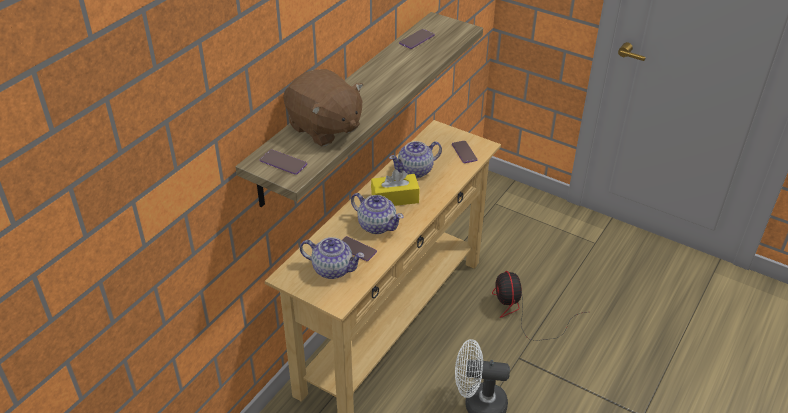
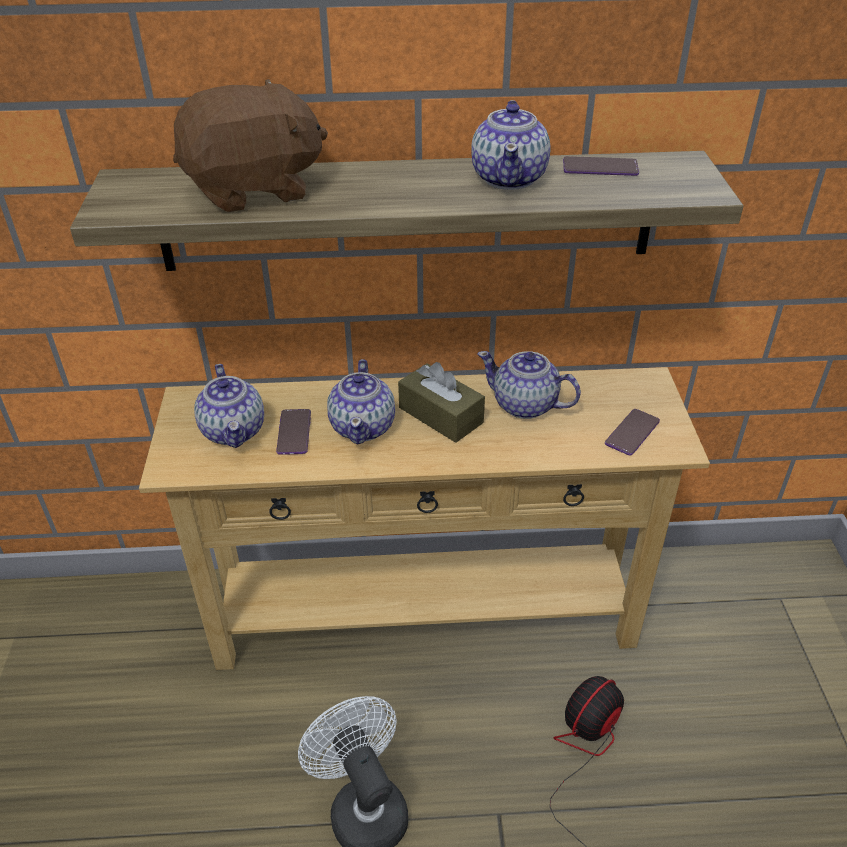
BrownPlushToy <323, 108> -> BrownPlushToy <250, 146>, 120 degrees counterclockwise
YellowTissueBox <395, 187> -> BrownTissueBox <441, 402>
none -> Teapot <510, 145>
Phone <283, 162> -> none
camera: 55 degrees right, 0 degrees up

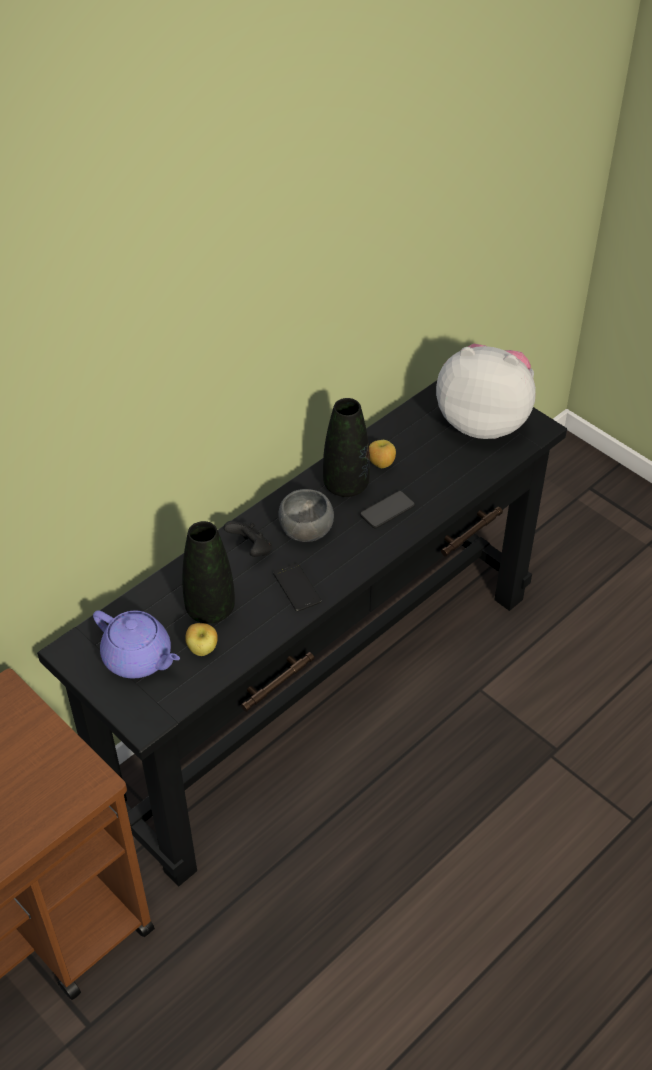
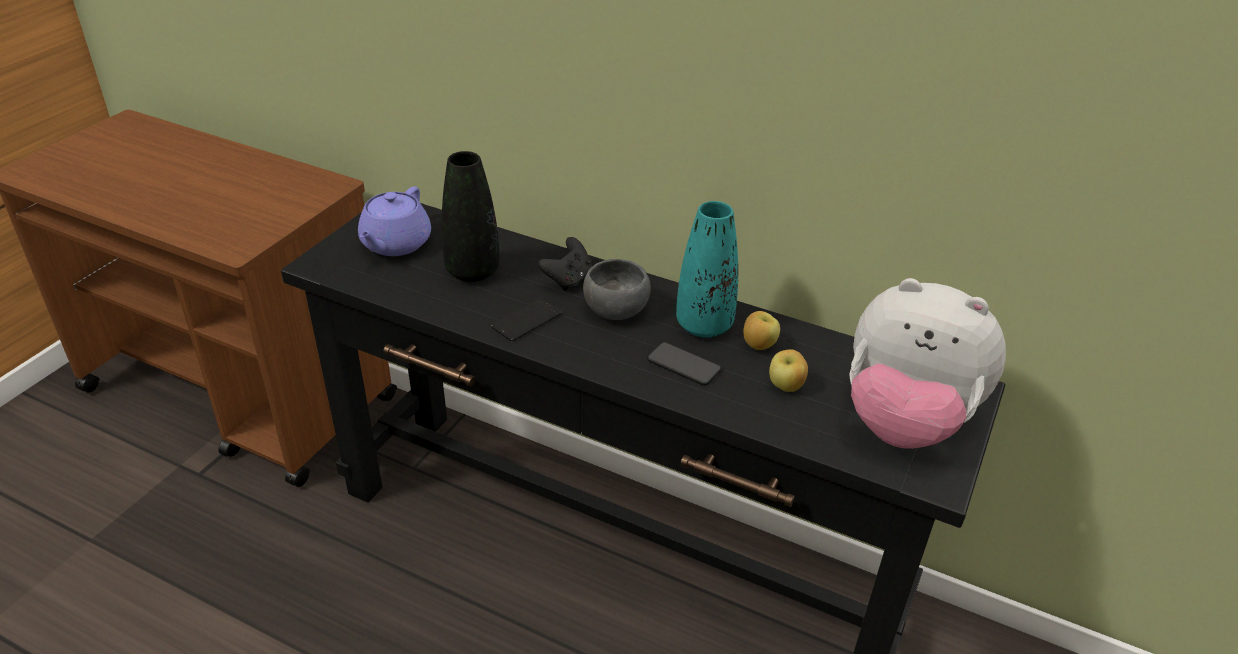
BlackVase <346, 447> -> TurquoiseVase <707, 269>
Apple <201, 639> -> Apple <788, 370>, moved
PlushToy <486, 391> -> PlushToy <927, 363>, 120 degrees clockwise
camera: 70 degrees right, 10 degrees down

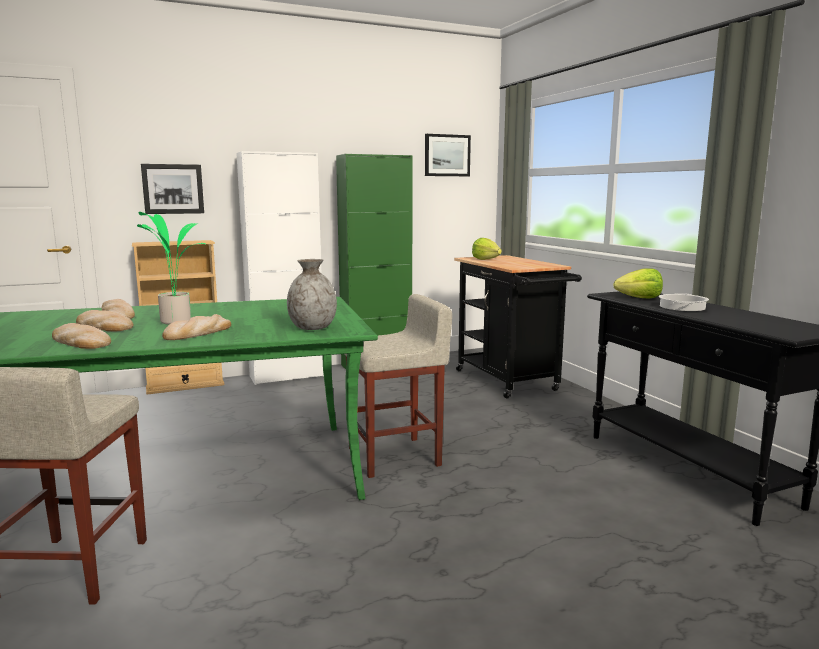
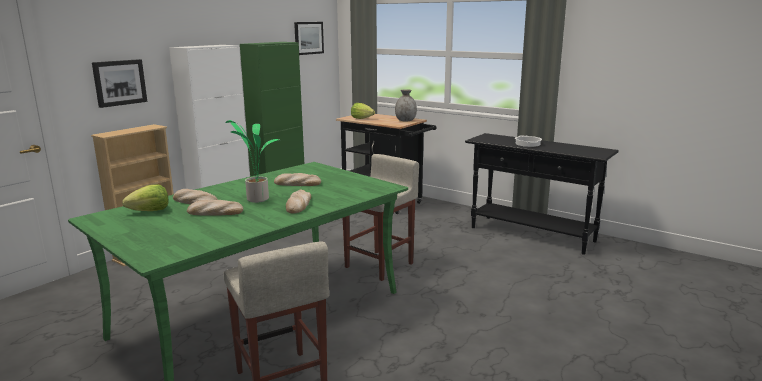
Lettuce <638, 283> -> Lettuce <145, 197>, moved
Bread <81, 336> -> Bread <297, 179>, moved
GreyVase <312, 294> -> GreyVase <406, 105>, moved
camera: 30 degrees left, 5 degrees up

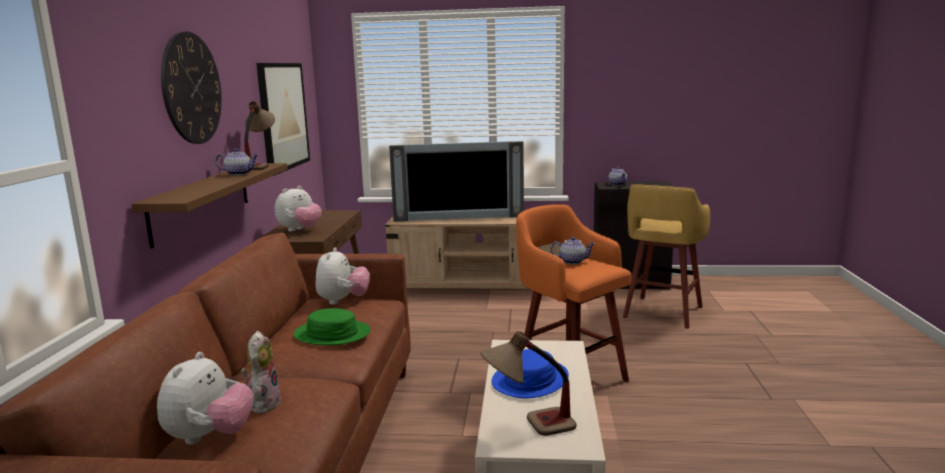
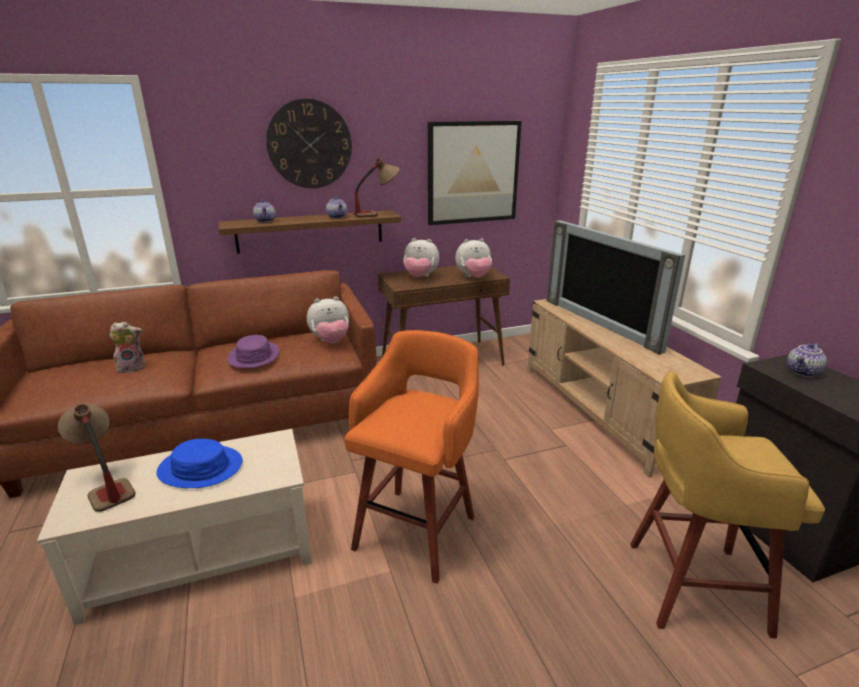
GreenHat <331, 326> -> PurpleHat <253, 351>
Teapot <573, 250> -> Teapot <264, 210>, moved
PlushToy <205, 398> -> PlushToy <473, 258>, moved
camera: 65 degrees right, 10 degrees up

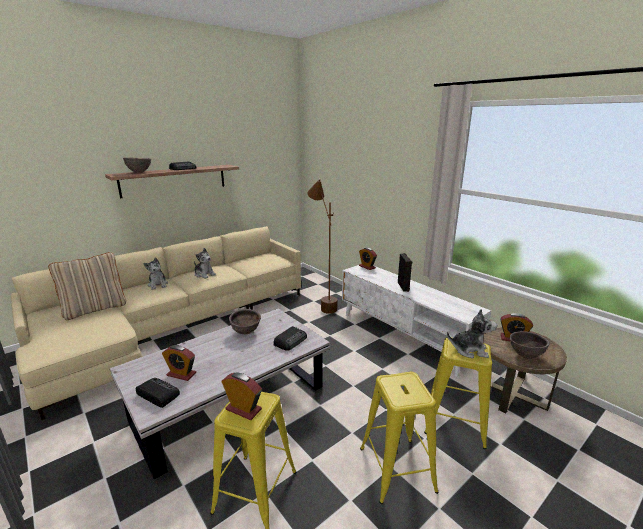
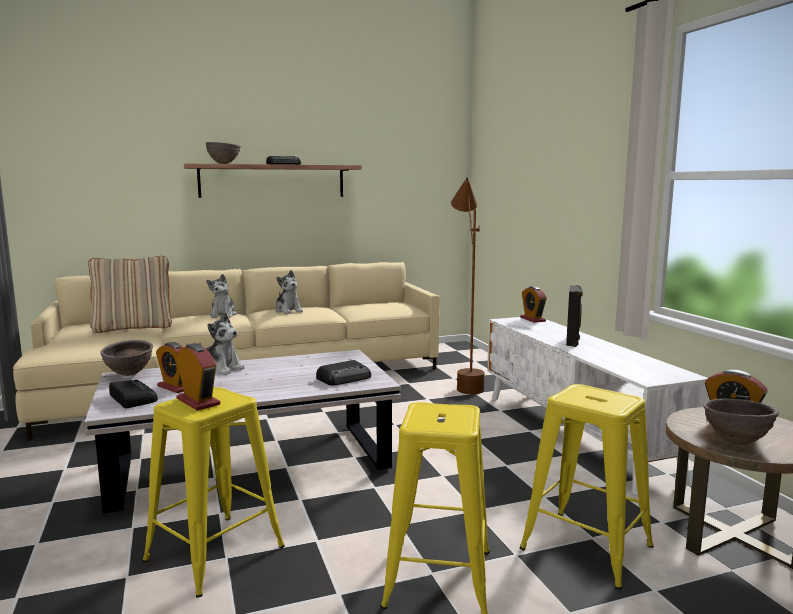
BrownBowl <245, 321> -> BrownBowl <126, 358>, moved
PlushToy <472, 334> -> PlushToy <222, 343>, moved
camera: 20 degrees right, 10 degrees down

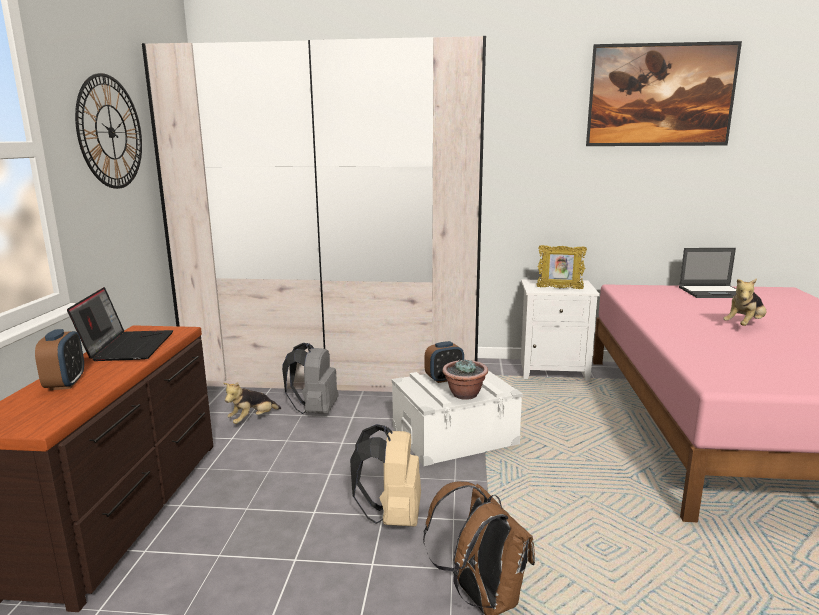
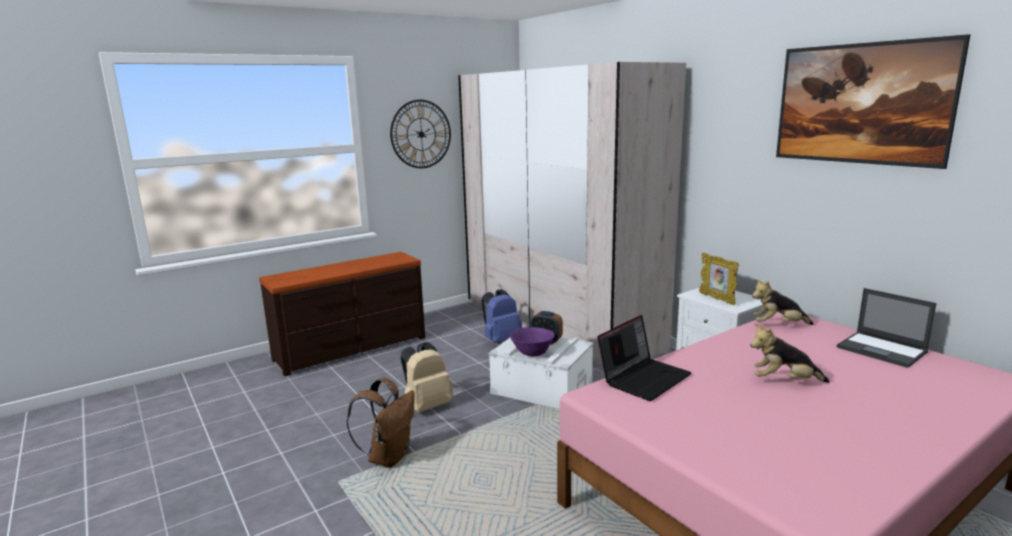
GreyBackpack <310, 378> -> BlueBackpack <502, 316>
PottedPlant <465, 379> -> PurpleBowl <532, 341>
Laptop <120, 324> -> Laptop <644, 358>, moved
PlushToy <252, 403> -> PlushToy <783, 302>, moved
AlarmClock <59, 359> -> none
camera: 50 degrees right, 0 degrees up

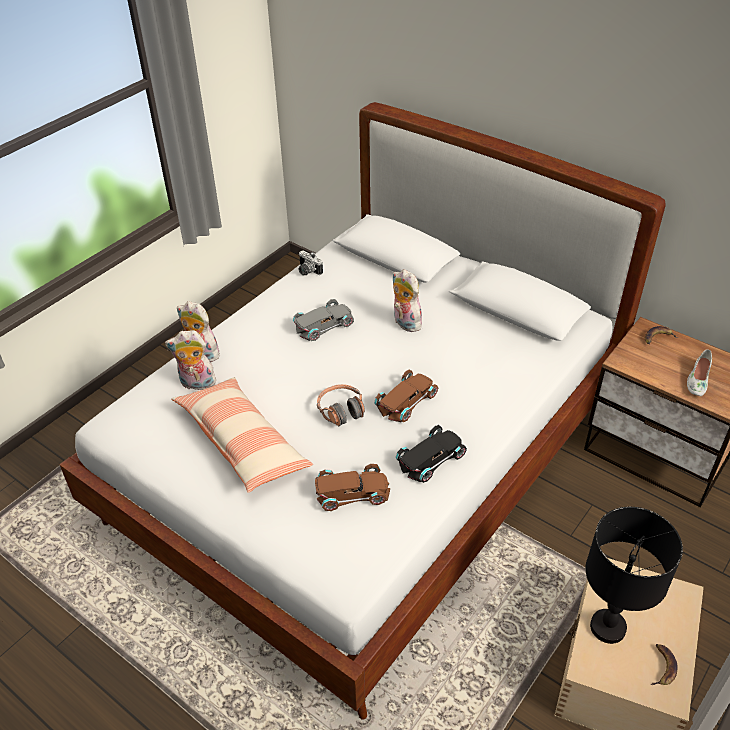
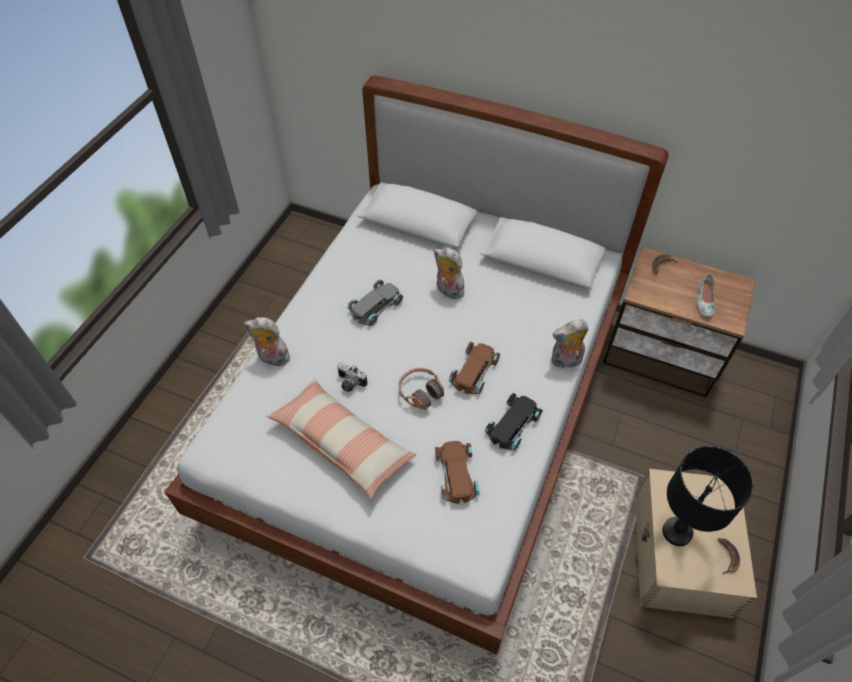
PhotoCamera <310, 262> -> PhotoCamera <352, 377>, moved
BrownToyCar <352, 487> -> BrownToyCar <457, 472>, 75 degrees counterclockwise
PlushToy <190, 360> -> PlushToy <570, 343>, moved
camera: 15 degrees left, 10 degrees up

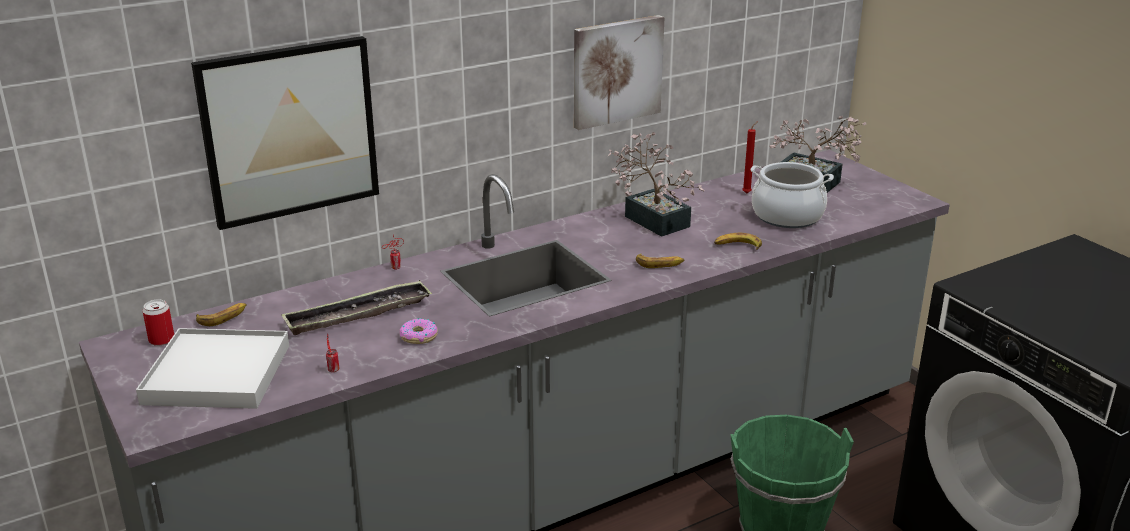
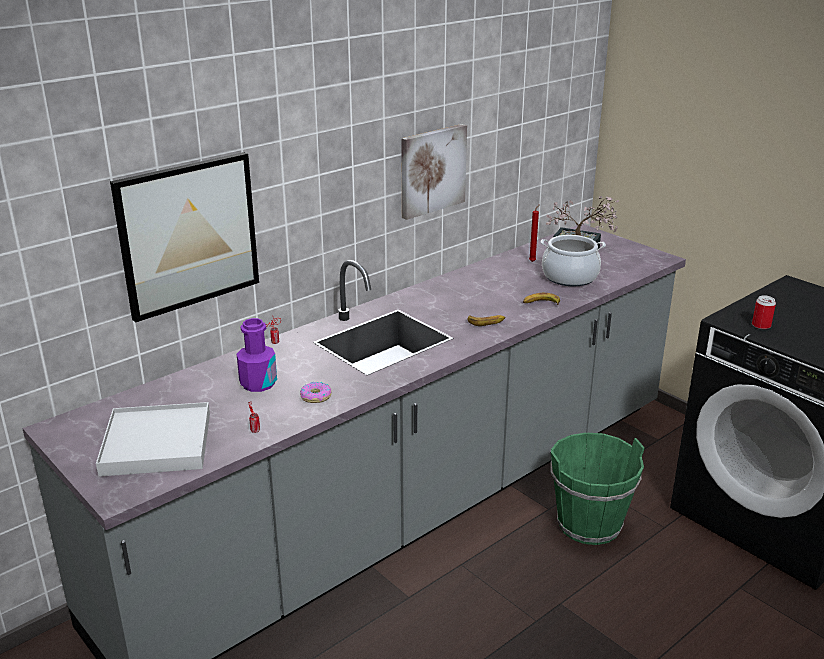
Tray <357, 307> -> PurpleBottle <257, 355>
Can <158, 322> -> Can <764, 312>, moved
Banana <221, 314> -> none
PottedPlant <656, 184> -> none
camera: 10 degrees left, 0 degrees up

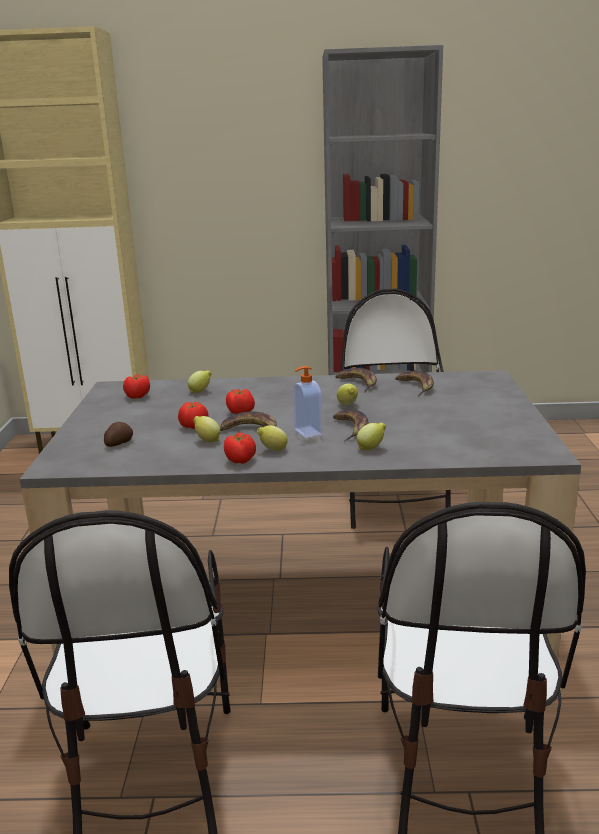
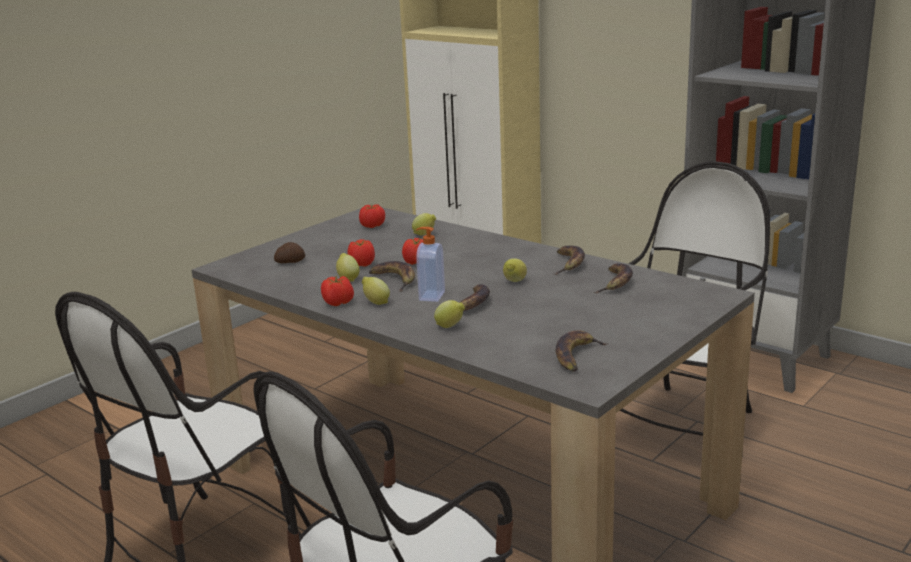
none -> Banana <581, 351>
camera: 40 degrees right, 0 degrees up

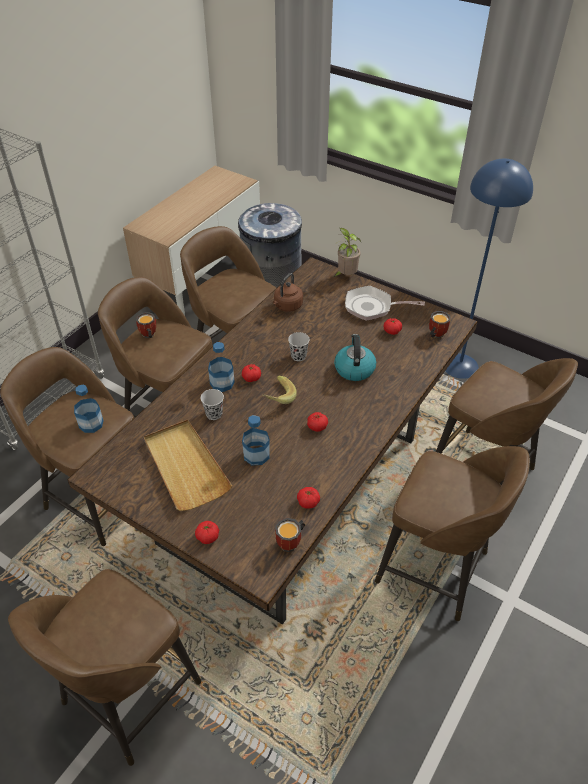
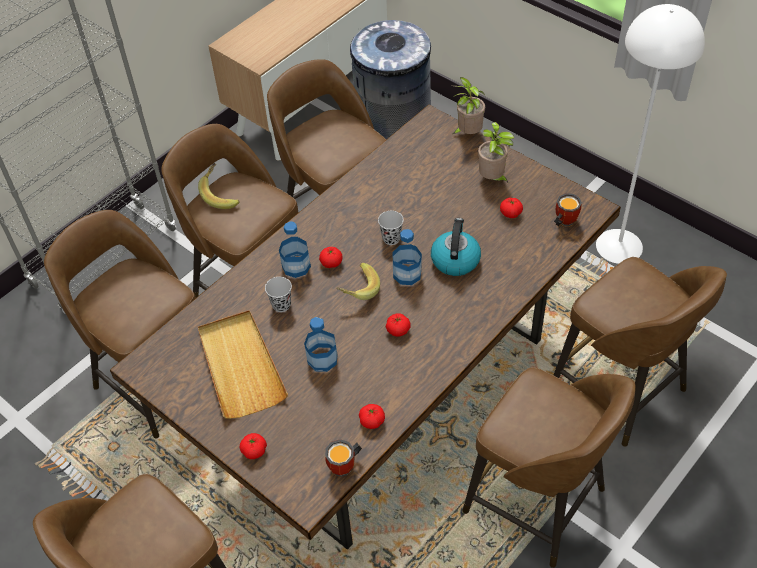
Mug <146, 325> -> Banana <219, 186>
Bottle <89, 409> -> Bottle <407, 257>, moved
FryingPan <385, 303> -> PottedPlant <496, 152>
BlueFloorLamp <489, 269> -> WhiteFloorLamp <650, 134>
BrownKettle <288, 292> -> none
camera: 10 degrees right, 5 degrees up

